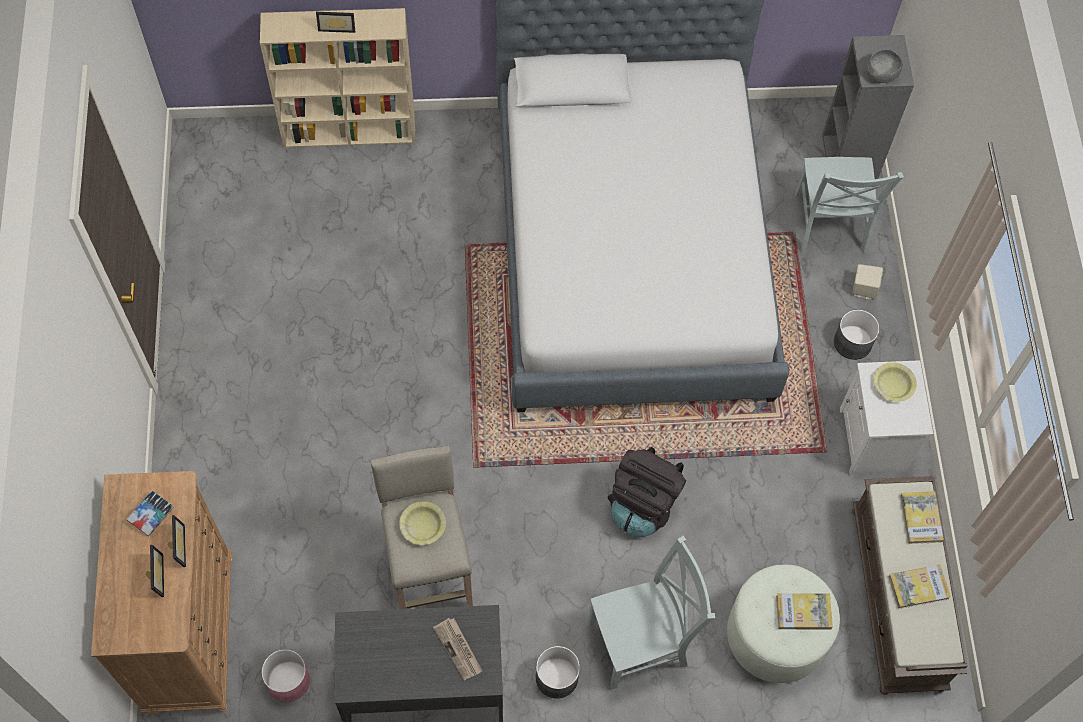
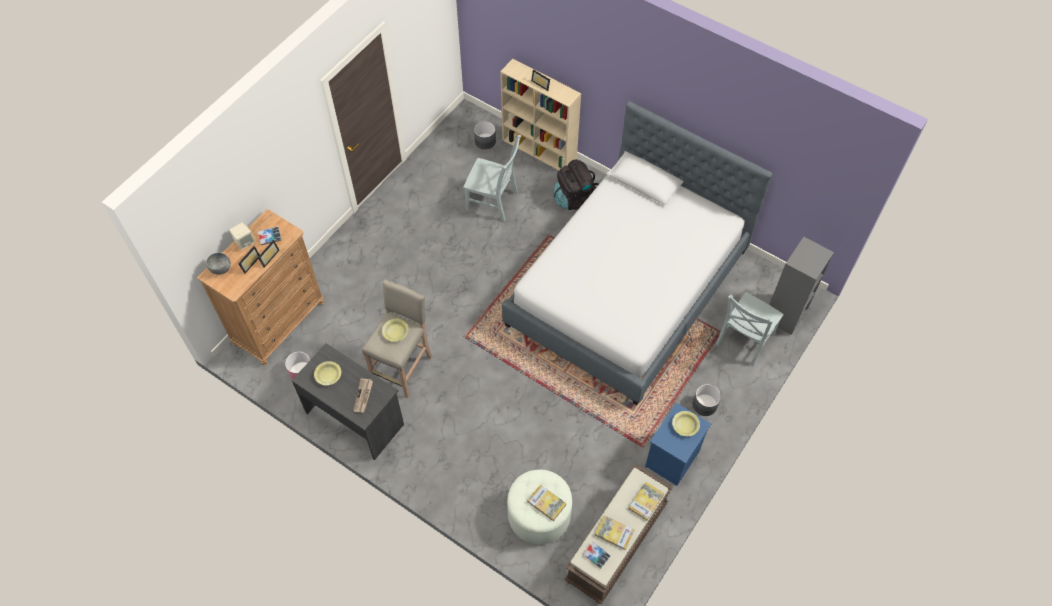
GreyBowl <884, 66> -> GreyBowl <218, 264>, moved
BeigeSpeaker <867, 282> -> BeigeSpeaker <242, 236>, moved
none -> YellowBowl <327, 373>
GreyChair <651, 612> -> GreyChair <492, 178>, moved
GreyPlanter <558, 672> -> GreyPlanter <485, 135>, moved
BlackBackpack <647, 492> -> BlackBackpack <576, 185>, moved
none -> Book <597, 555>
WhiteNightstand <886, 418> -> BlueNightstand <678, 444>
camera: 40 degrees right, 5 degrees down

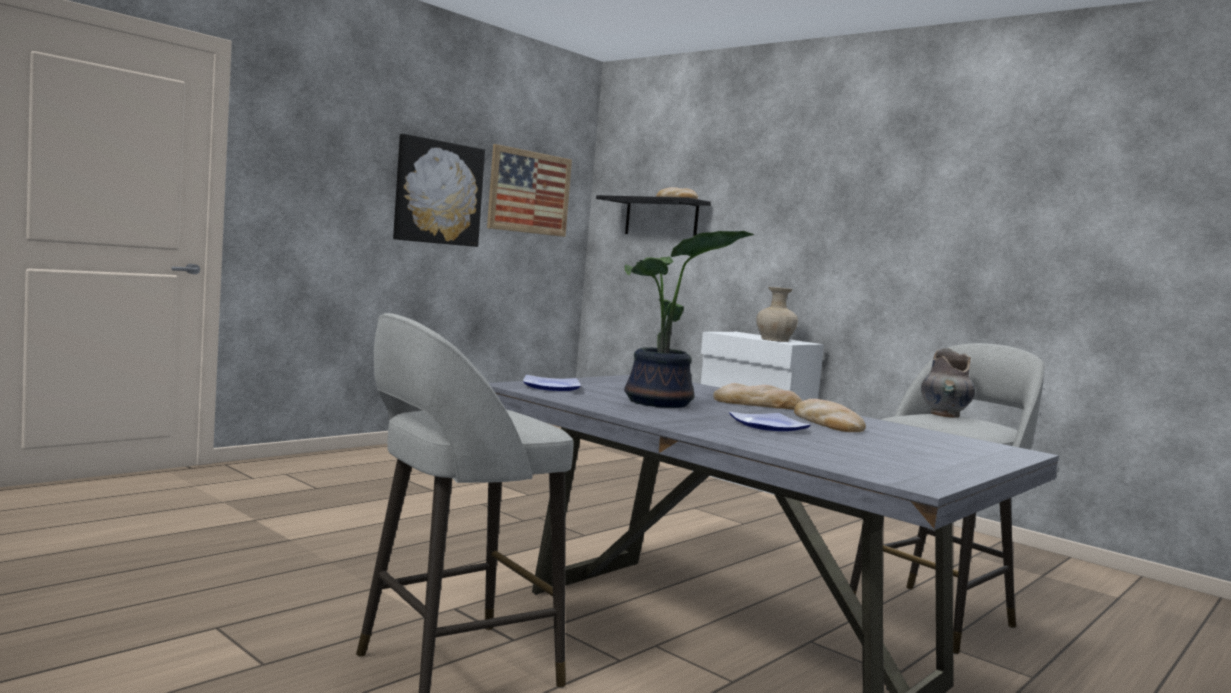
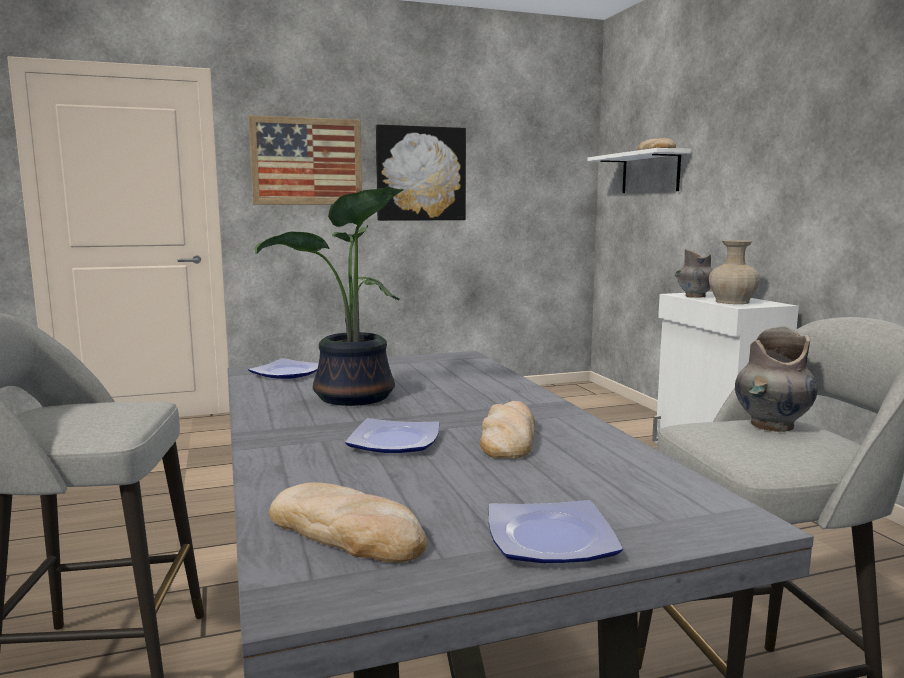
Picture <529, 190> -> Picture <305, 160>, moved
Bread <757, 396> -> Bread <348, 522>, moved
none -> Plate <556, 531>
BlackShelf <653, 216> -> WhiteShelf <639, 170>
none -> GreyVase <694, 273>
camera: 30 degrees right, 5 degrees up

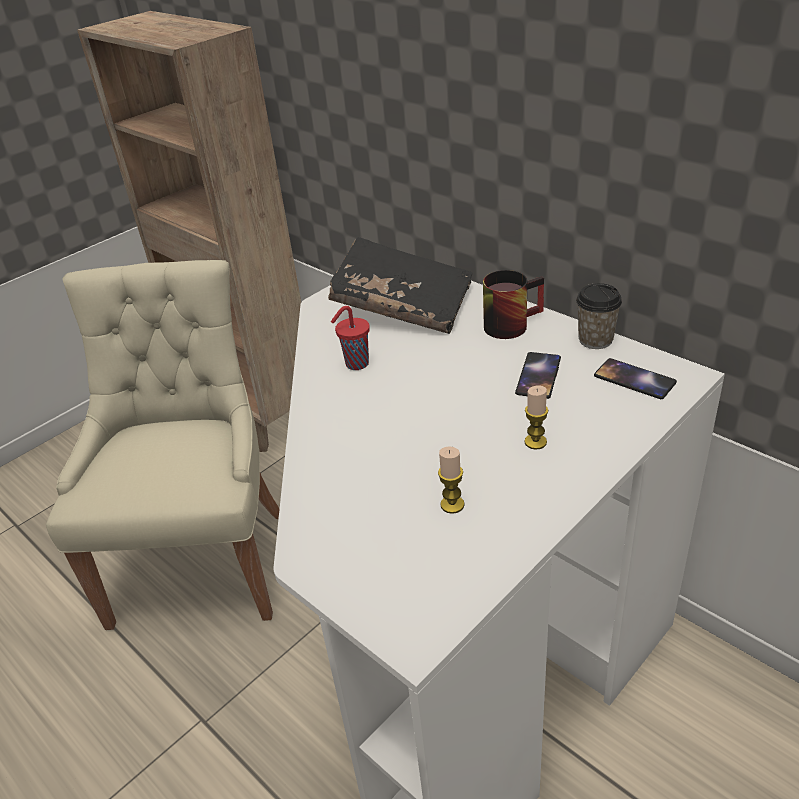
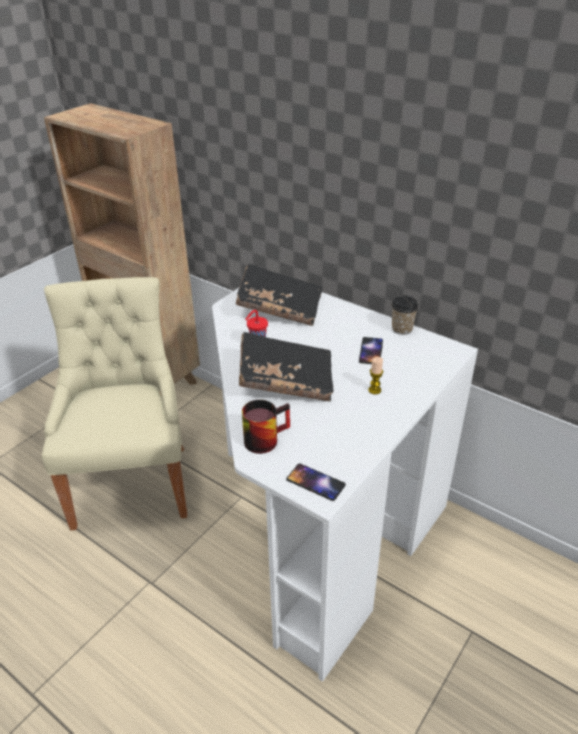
none -> BlackBook <286, 366>
Mug <513, 304> -> Mug <266, 427>, moved
Phone <635, 378> -> Phone <316, 482>, moved
Candle <451, 480> -> none
camera: 10 degrees left, 0 degrees up

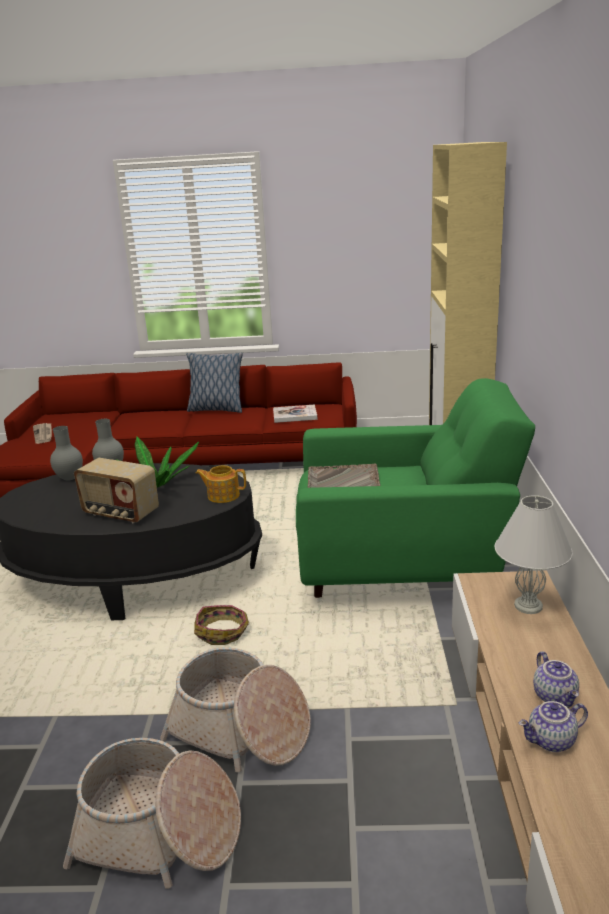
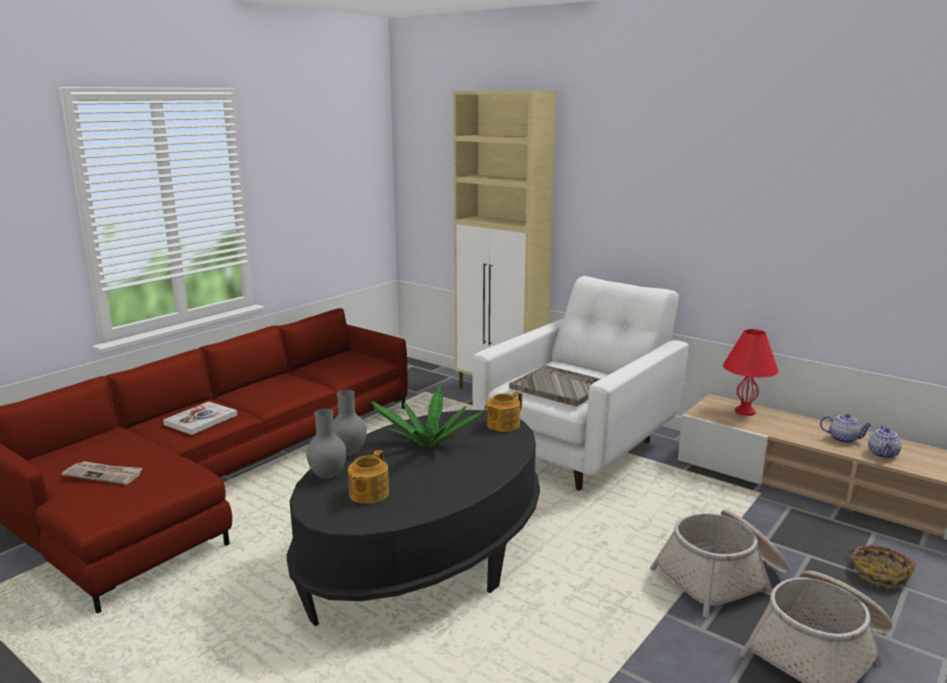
Book <295, 413> -> Book <200, 418>, moved
none -> Teapot <368, 477>
GreenArmchair <415, 488> -> WhiteArmchair <580, 383>
WhiteTableLamp <534, 554> -> RedTableLamp <751, 372>
Basket <221, 625> -> Basket <882, 566>, moved
Radio <116, 490> -> none
Pillow <214, 383> -> none
camera: 55 degrees left, 5 degrees down

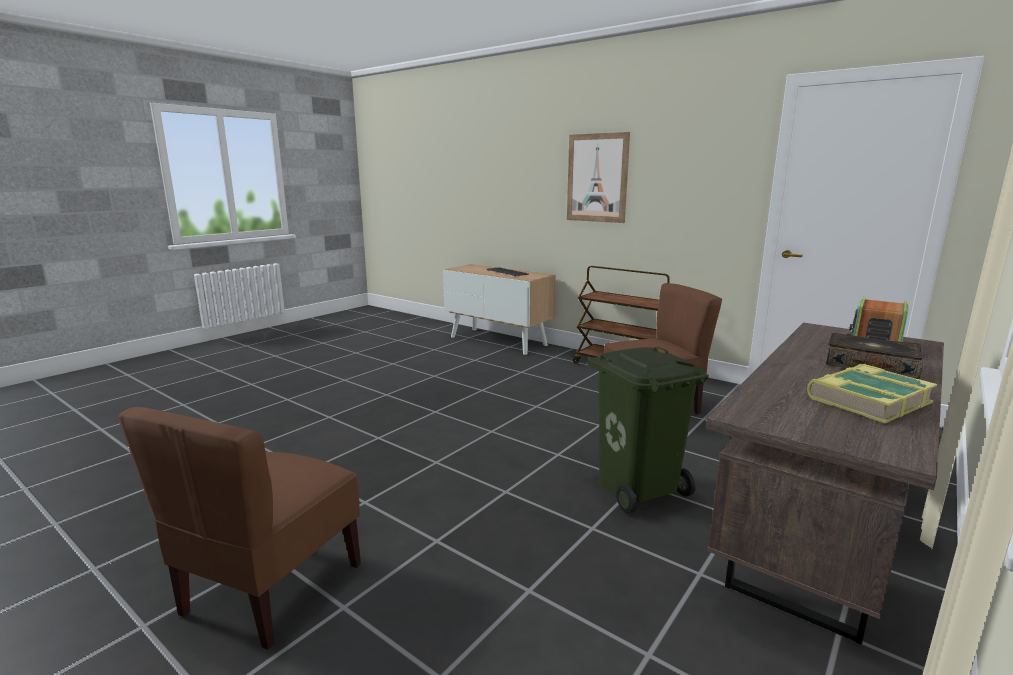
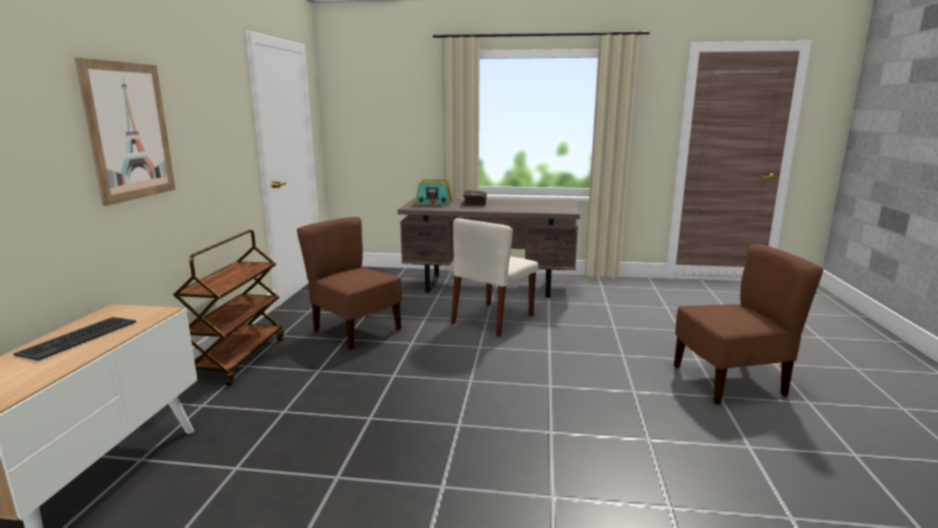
GreenTrashCan <648, 430> -> BeigeChair <494, 277>
Book <872, 393> -> none
camera: 120 degrees left, 0 degrees up

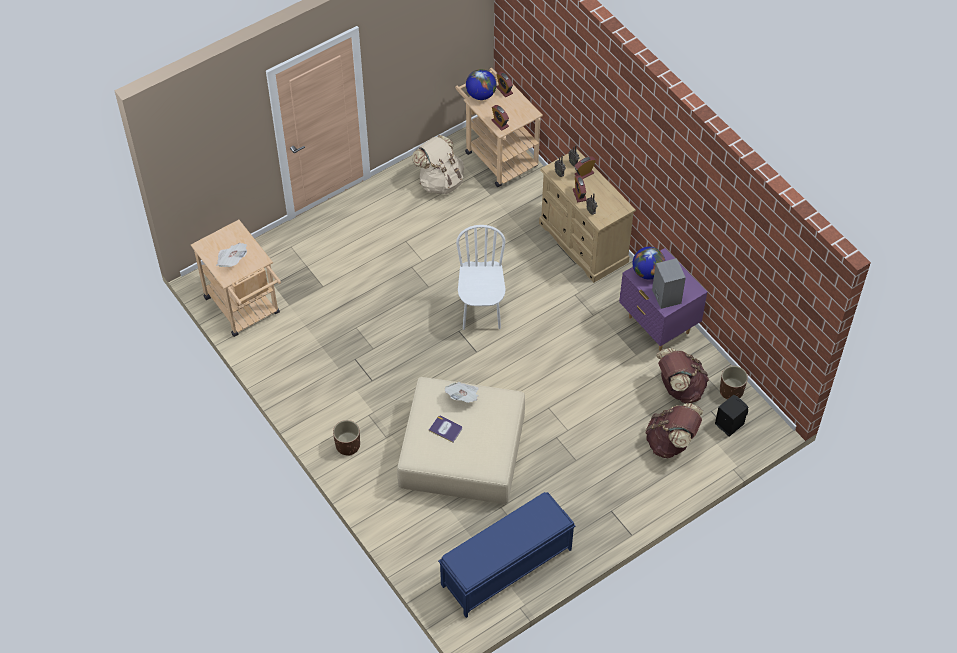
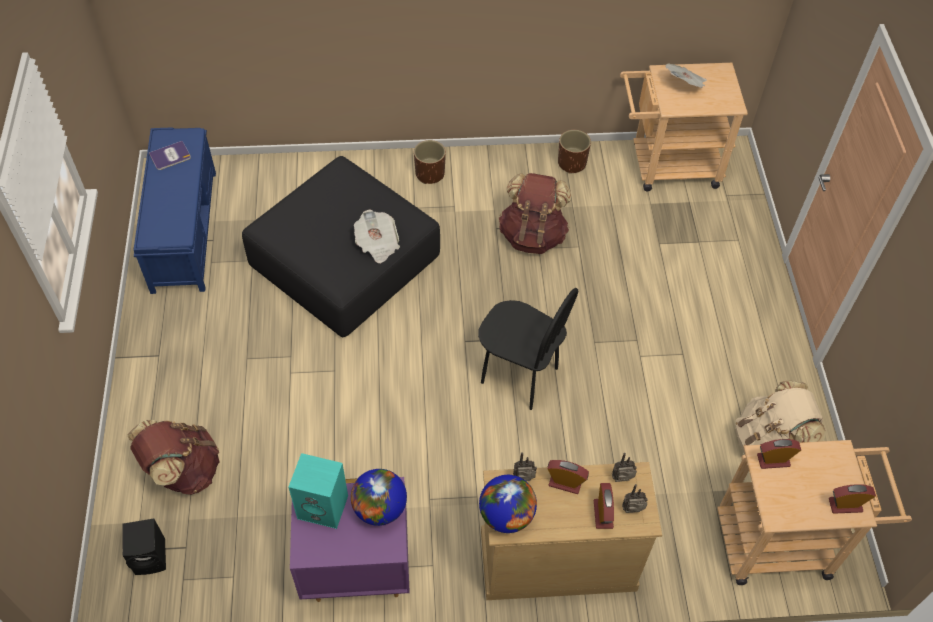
Book <445, 429> -> Book <170, 155>, moved
BeigeOttoman <461, 440> -> BlackOttoman <341, 246>
GreySpeaker <669, 283> -> TurquoiseSpeaker <318, 491>
WhiteChair <481, 277> -> BlackChair <528, 349>
Globe <481, 84> -> Globe <508, 504>, moved
BrownBackpack <682, 376> -> BrownBackpack <535, 213>, moved
BrownPlanter <734, 383> -> BrownPlanter <574, 151>, moved
camera: 120 degrees right, 0 degrees up

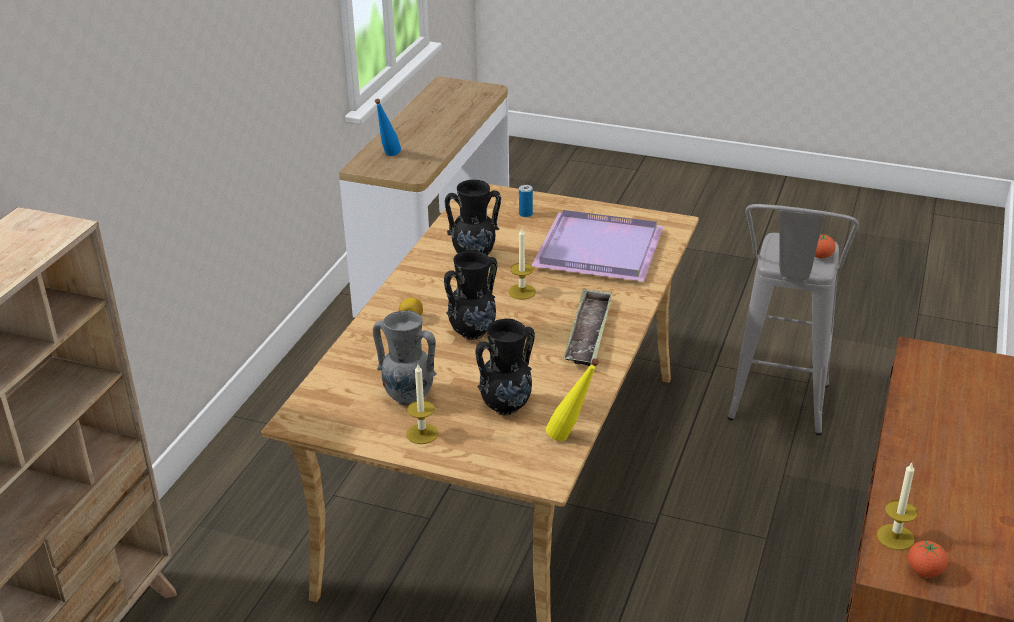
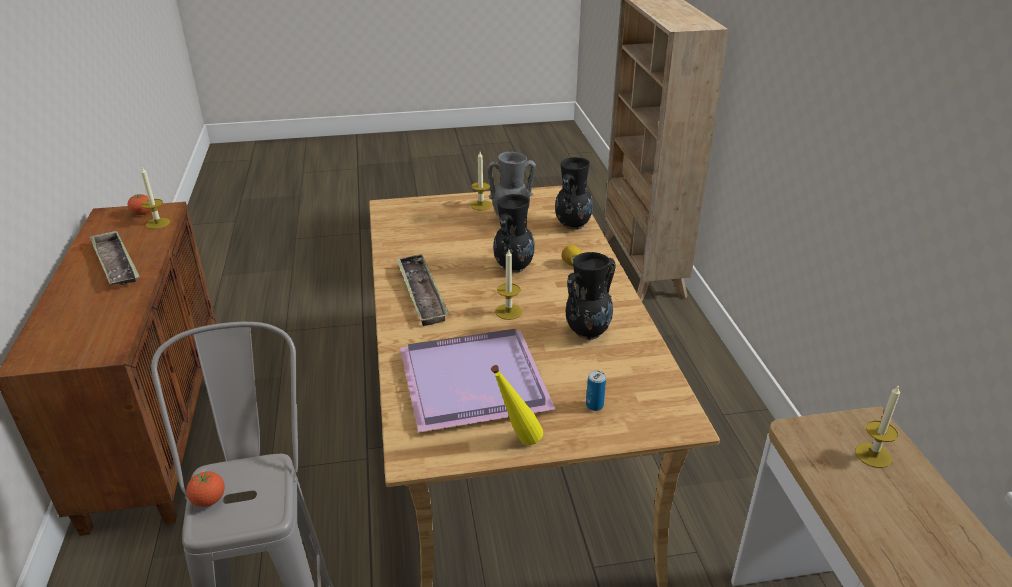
none -> Tray <114, 257>
YellowBottle <572, 399> -> YellowBottle <517, 405>, moved
BlackVase <505, 367> -> BlackVase <574, 193>, moved
BlueBottle <388, 127> -> Candle <877, 426>
camera: 150 degrees right, 0 degrees up

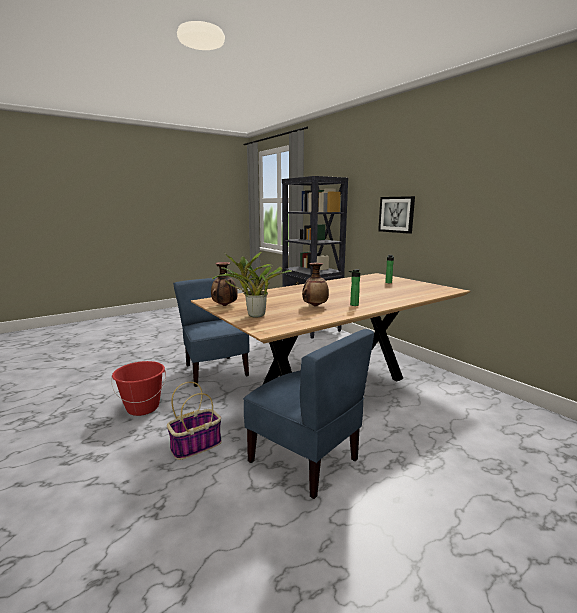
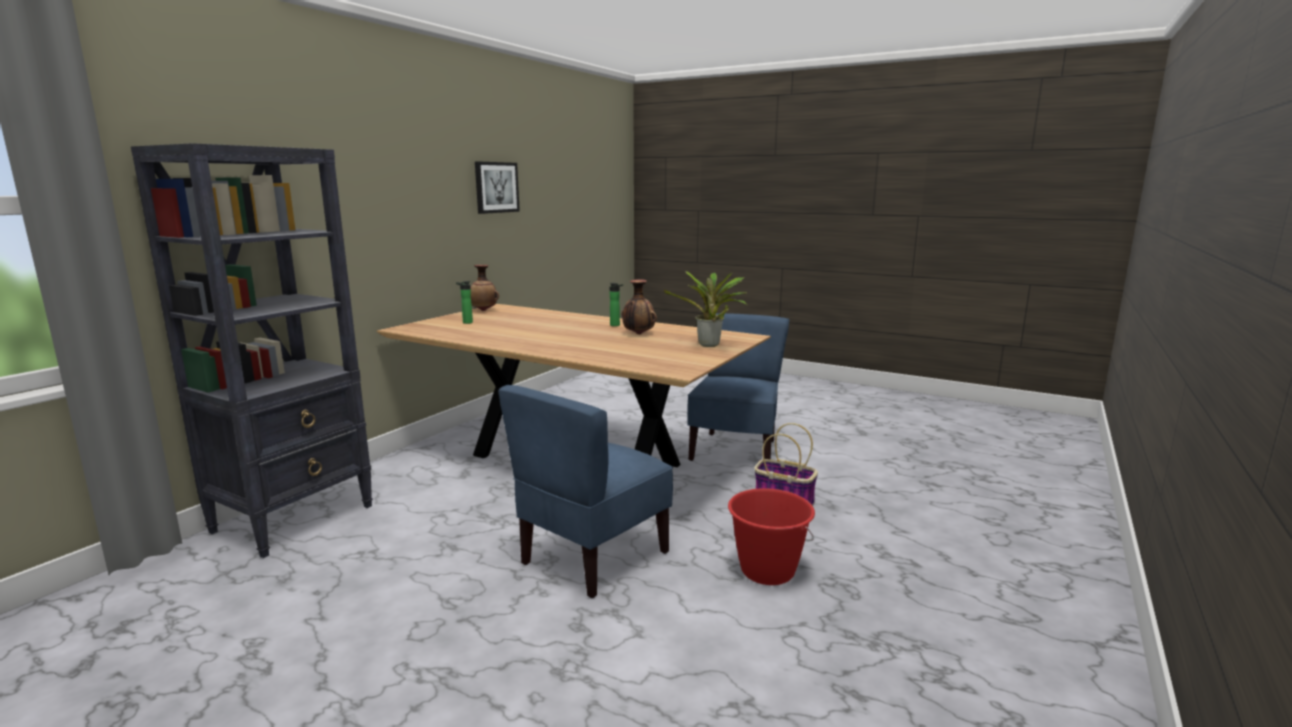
Vase <224, 284> -> Vase <485, 288>, moved
Picture <396, 215> -> Picture <497, 187>, moved
camera: 115 degrees left, 0 degrees up

